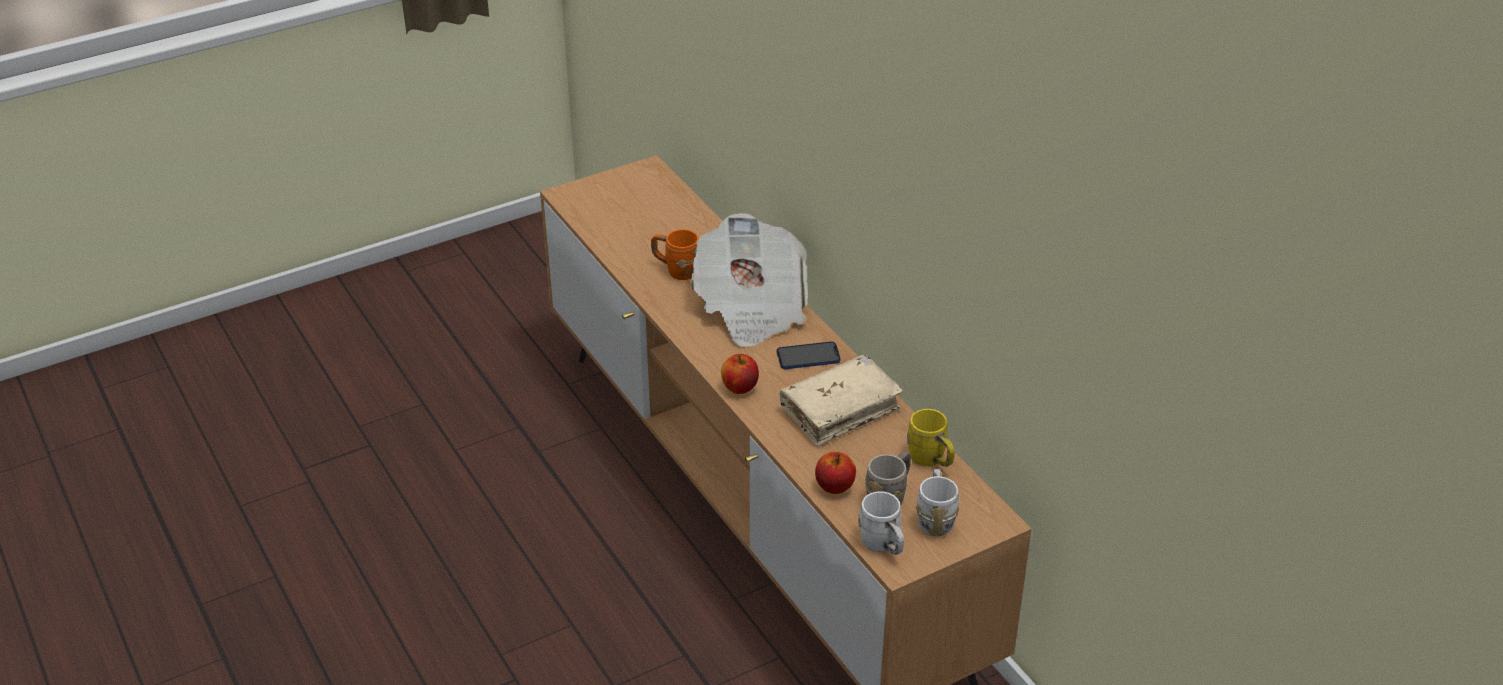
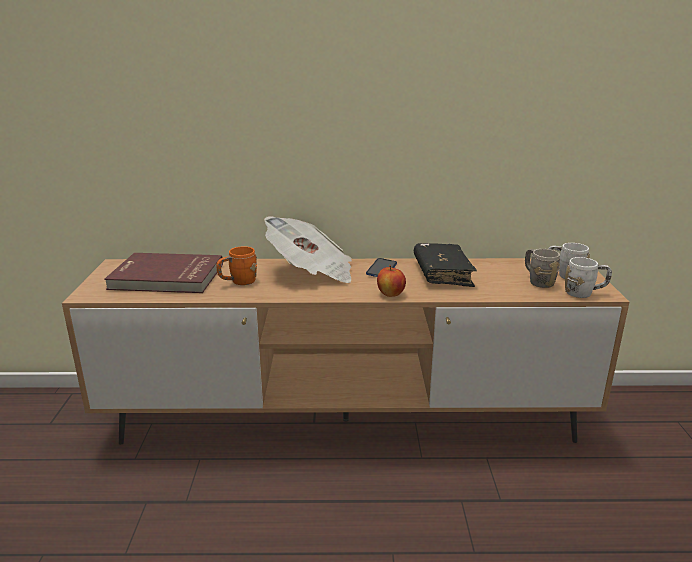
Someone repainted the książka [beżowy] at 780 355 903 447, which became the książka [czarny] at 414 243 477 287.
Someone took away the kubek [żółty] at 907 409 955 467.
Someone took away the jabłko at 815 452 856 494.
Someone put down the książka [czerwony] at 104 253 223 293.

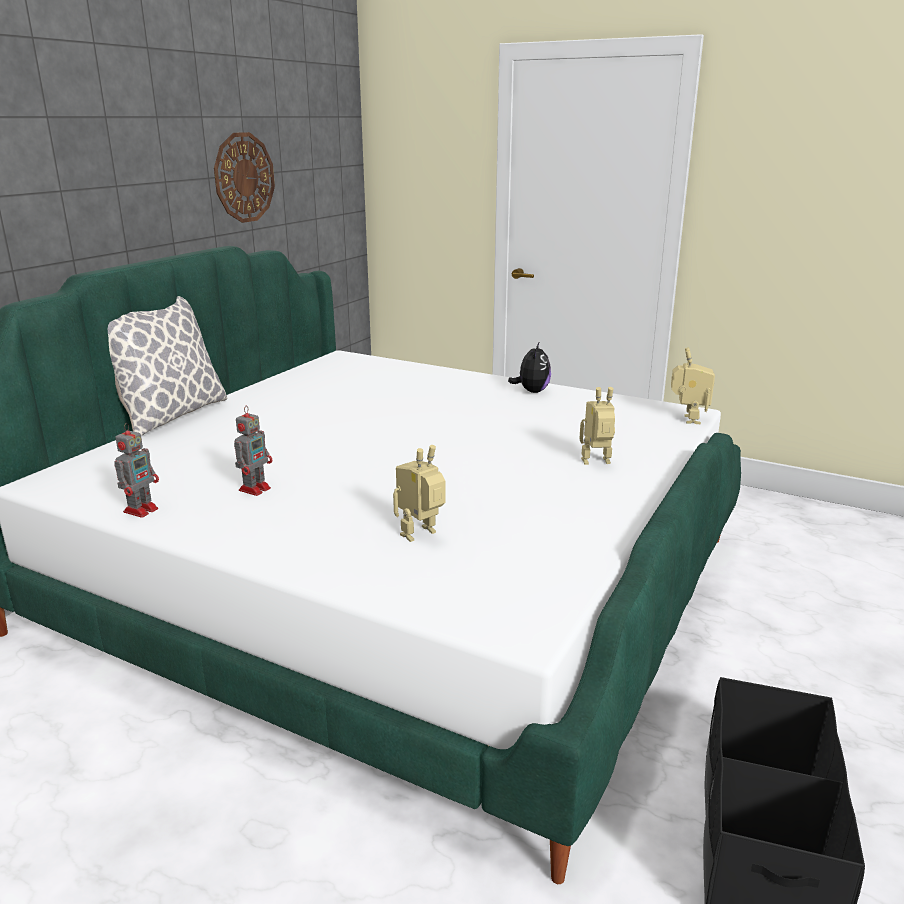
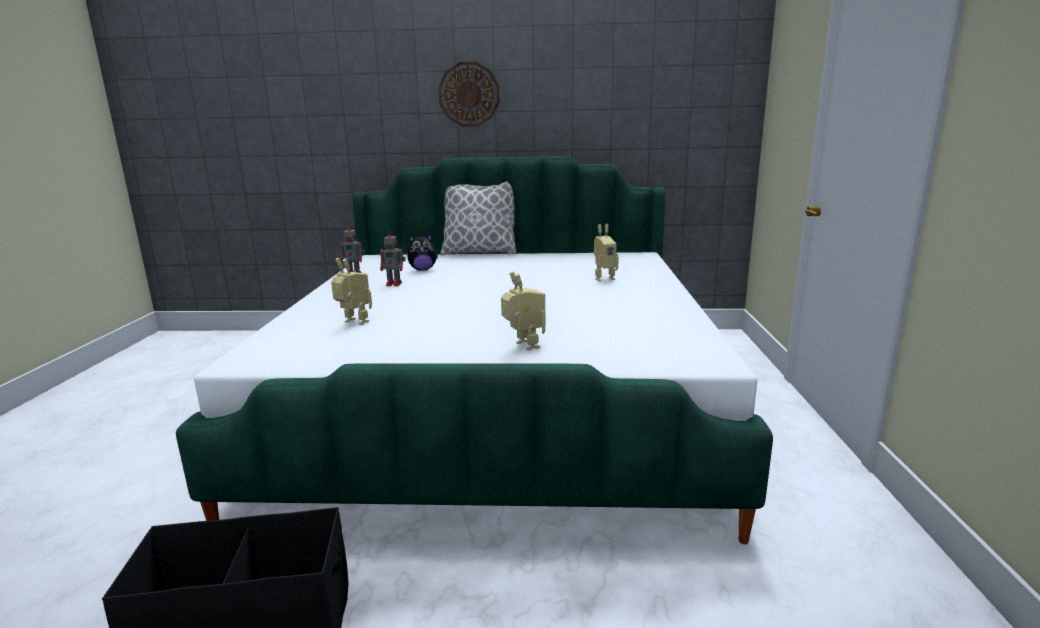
Someone carried the zegar ścienny from 214 132 275 223 to 438 62 500 127.
Someone carried the pluszak from 508 343 551 393 to 407 234 438 270.
Someone carried the robot zabawkowy from 671 348 715 424 to 594 224 619 281.

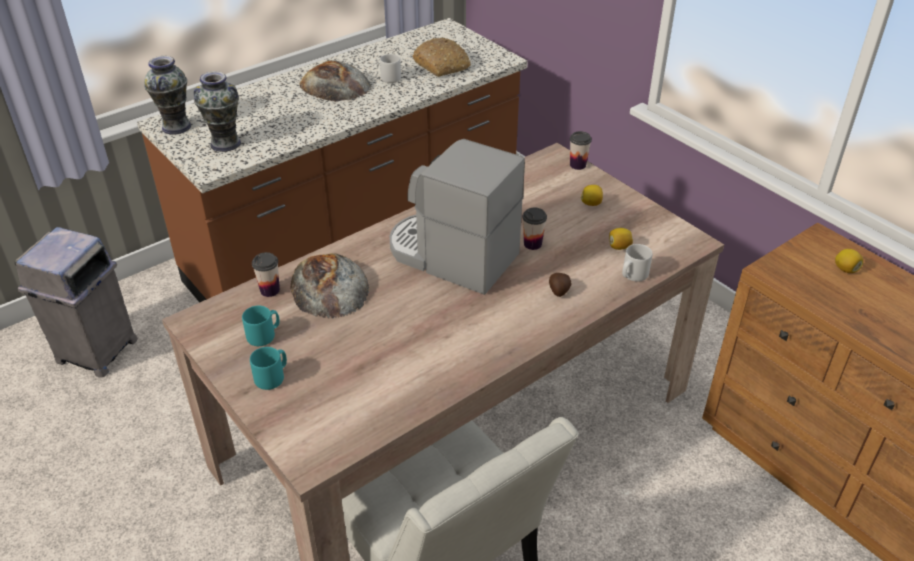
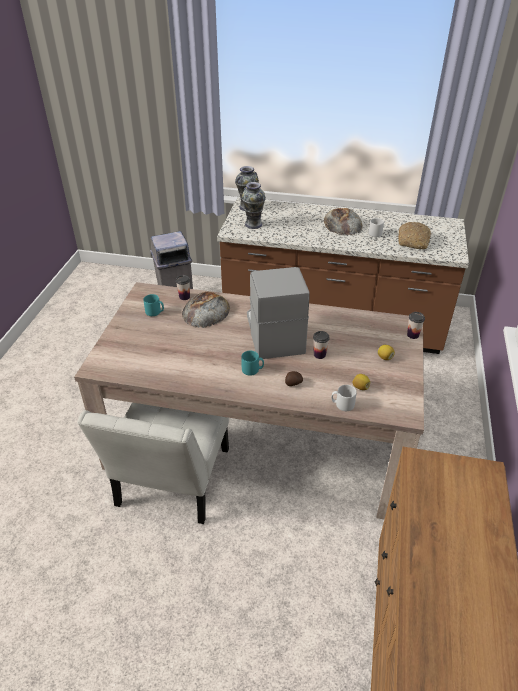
Someone took away the cytryna at 835 249 863 273.
Someone carried the kubek [turkusowy] from 250 347 287 390 to 241 351 264 376.

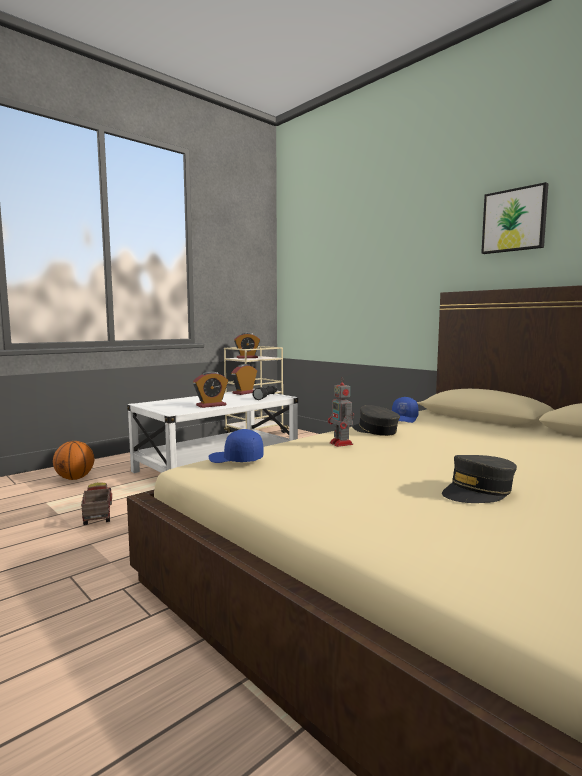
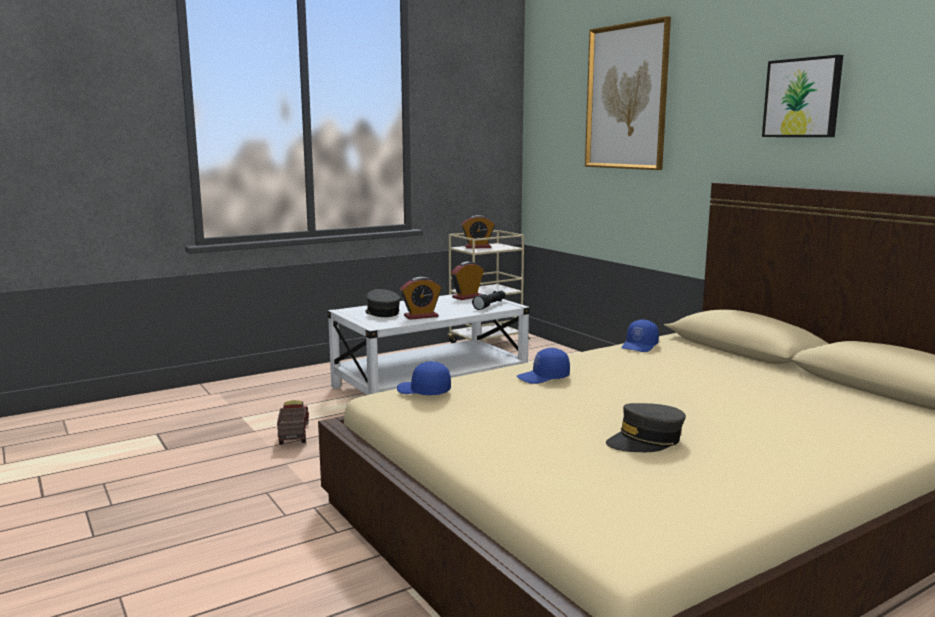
Someone swapped the robot zabawkowy at 328 377 354 447 for the czapka z daszkiem [niebieski] at 517 348 570 384.
Someone carried the czapka z daszkiem [szary] from 352 405 400 436 to 365 289 400 317.
Someone took away the piłka do koszykówki at 53 441 94 480.
Someone put up the obraz at 585 16 671 170.

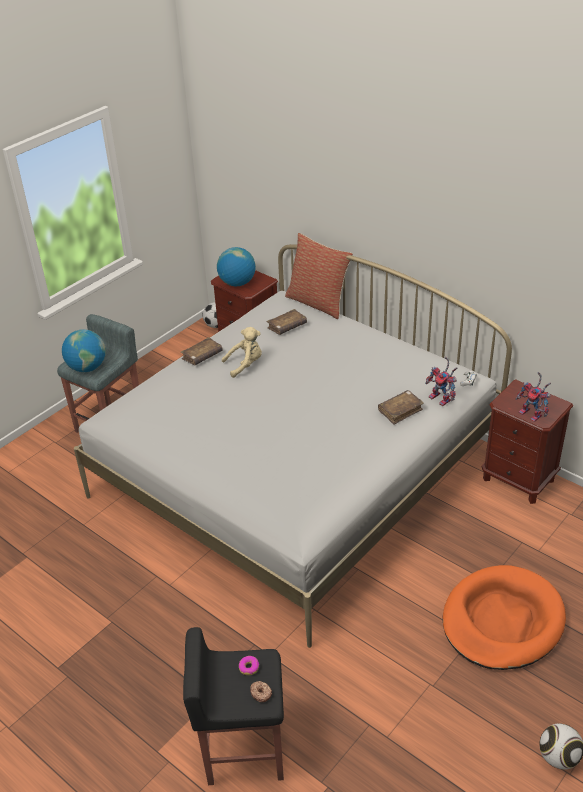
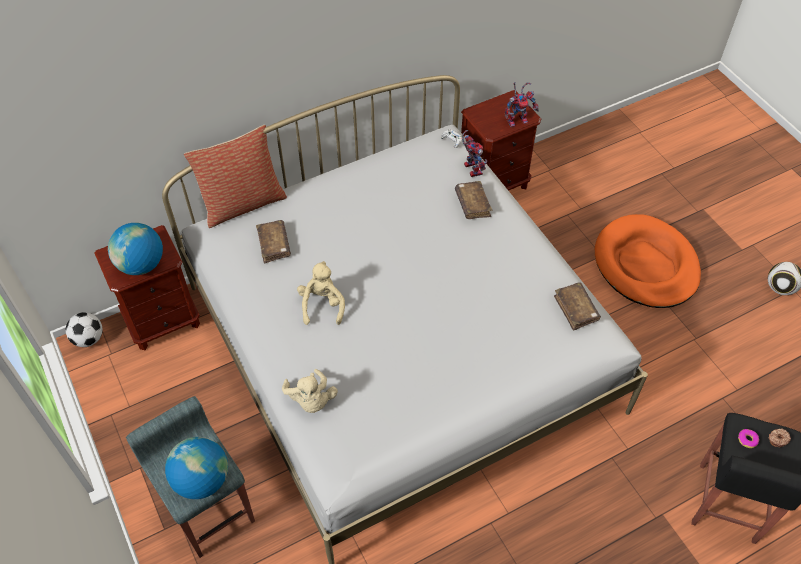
Someone carried the książka [brązowy] from 180 337 223 365 to 554 282 601 331.
Someone rotated the robot zabawkowy at 425 357 457 406 by 90 degrees counterclockwise.
Someone put down the pluszak [beżowy] at 282 369 338 413.

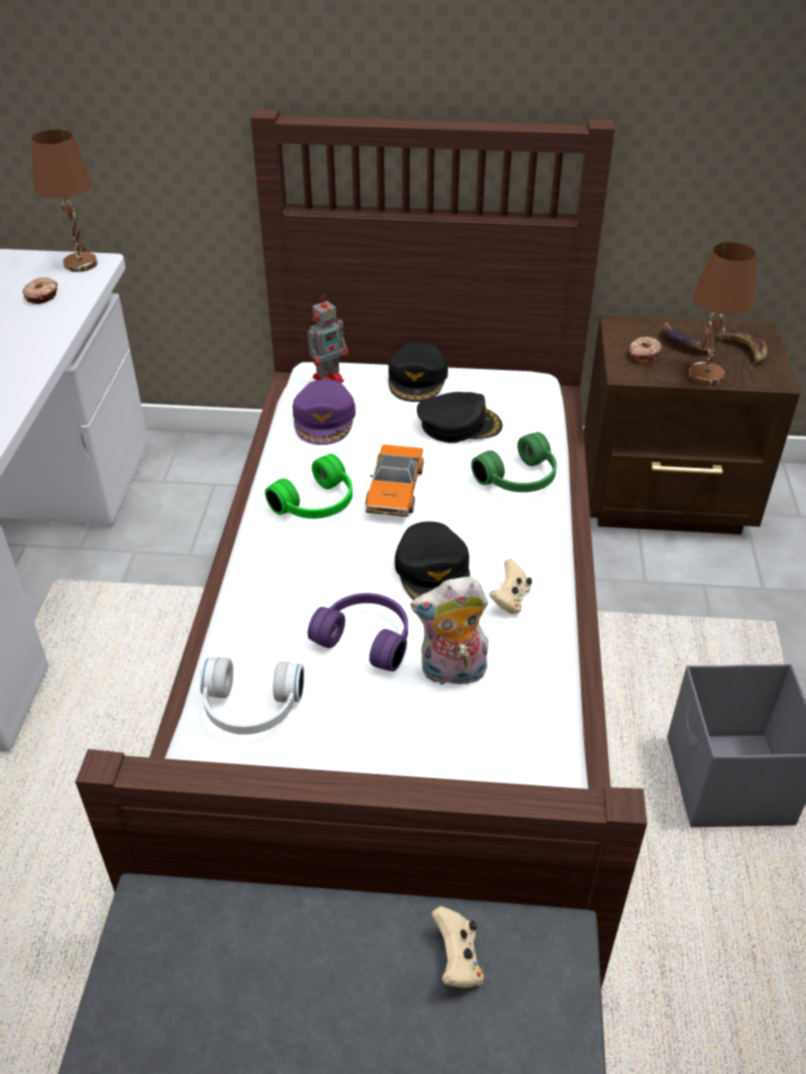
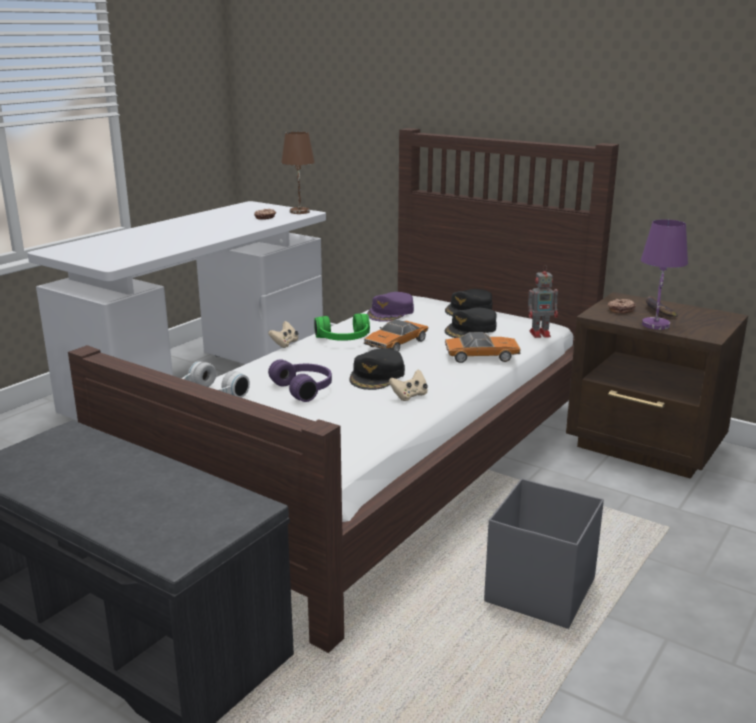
Someone repainted the lampa stołowa [brązowy] at 689 242 757 385, which became the lampa stołowa [fioletowy] at 641 219 688 330.
Someone carried the robot zabawkowy from 308 295 349 383 to 528 265 558 338.
Someone took away the banan at 715 329 768 370.
Someone rotated the czapka z daszkiem [czarny] at 417 392 502 443 by 105 degrees clockwise.
Someone swapped the słuchawki [zielony] at 471 432 557 492 for the samochodzik at 445 332 521 363.
Someone took away the pluszak at 410 577 488 685.
Someone carried the pad do gier [beżowy] from 432 906 484 988 to 268 321 299 348.

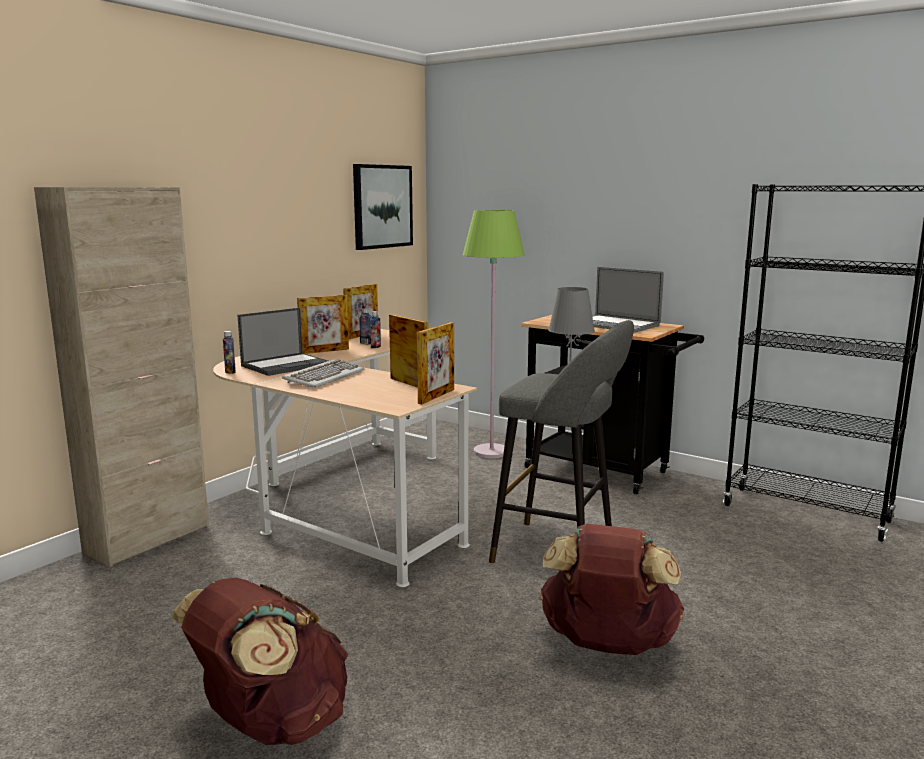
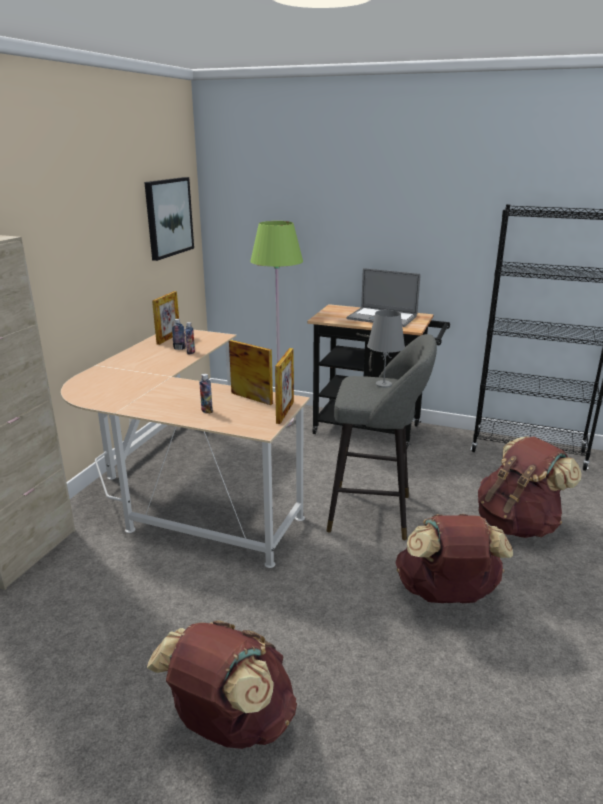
Someone took away the ramka na zdjęcie at 297 295 349 354.
Someone took away the laptop at 237 308 328 376.
Someone carried the butelka from 223 331 236 374 to 199 374 213 414.
Someone took away the klawiatura at 282 359 365 388.
Someone put down the plecak [brązowy] at 478 436 582 538.

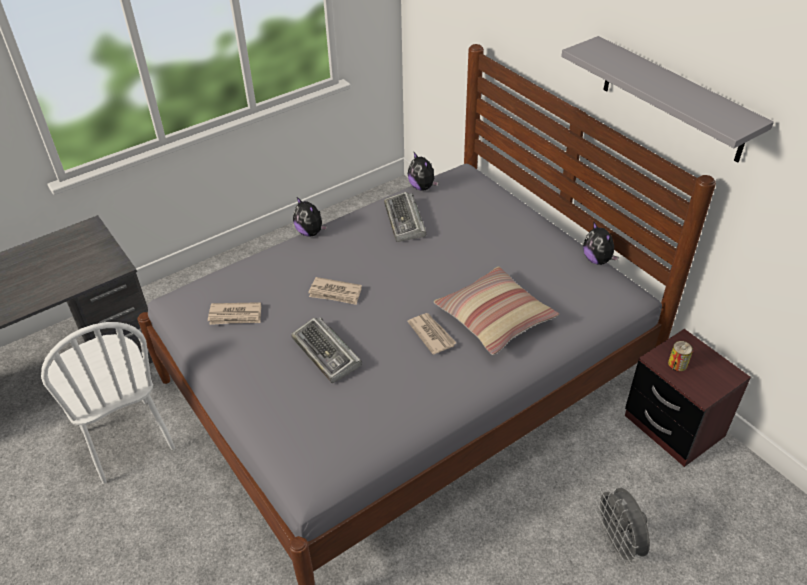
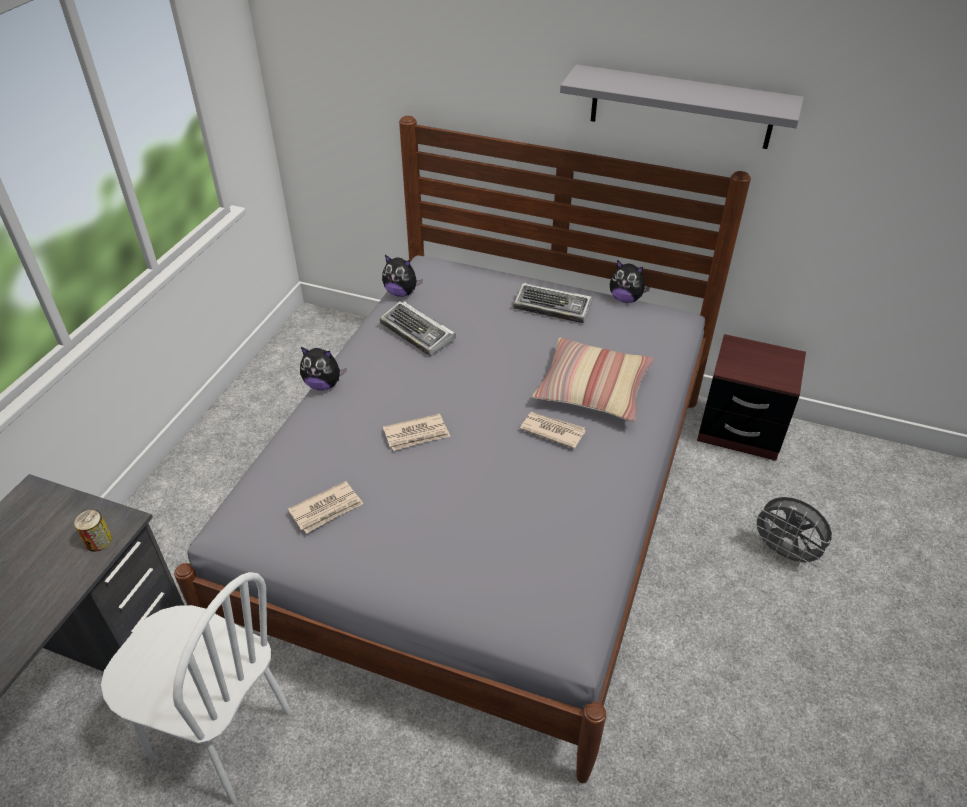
Someone carried the klawiatura from 291 317 362 383 to 514 283 593 323.
Someone carried the puszka from 668 341 693 372 to 74 510 112 552.

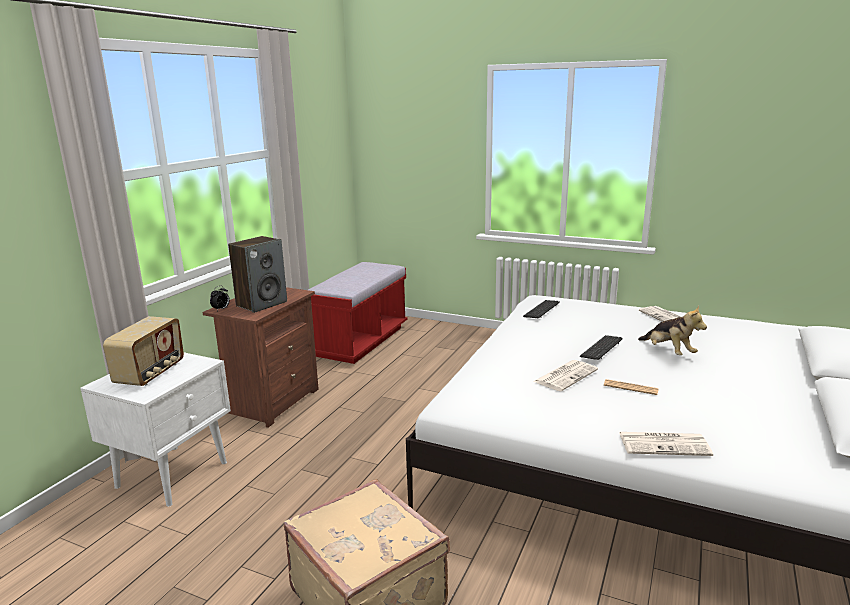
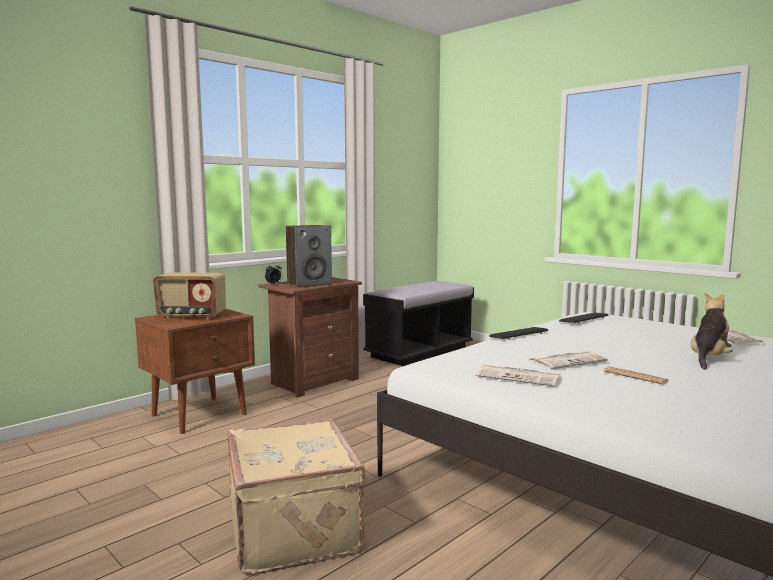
Someone repainted the ławka [czerwony] at 308 262 407 364, which became the ławka [czarny] at 363 281 474 366.
Someone rotated the pluszak at 638 306 707 355 by 135 degrees counterclockwise.
Someone rotated the radio at 103 316 184 386 by 60 degrees clockwise.
Someone carried the klawiatura from 580 335 623 360 to 489 327 548 340.
Someone repainted the szafka nocna [biały] at 80 352 231 507, which became the szafka nocna [brązowy] at 135 309 255 434.
Someone carried the gazeta from 619 432 713 456 to 476 364 561 386.

